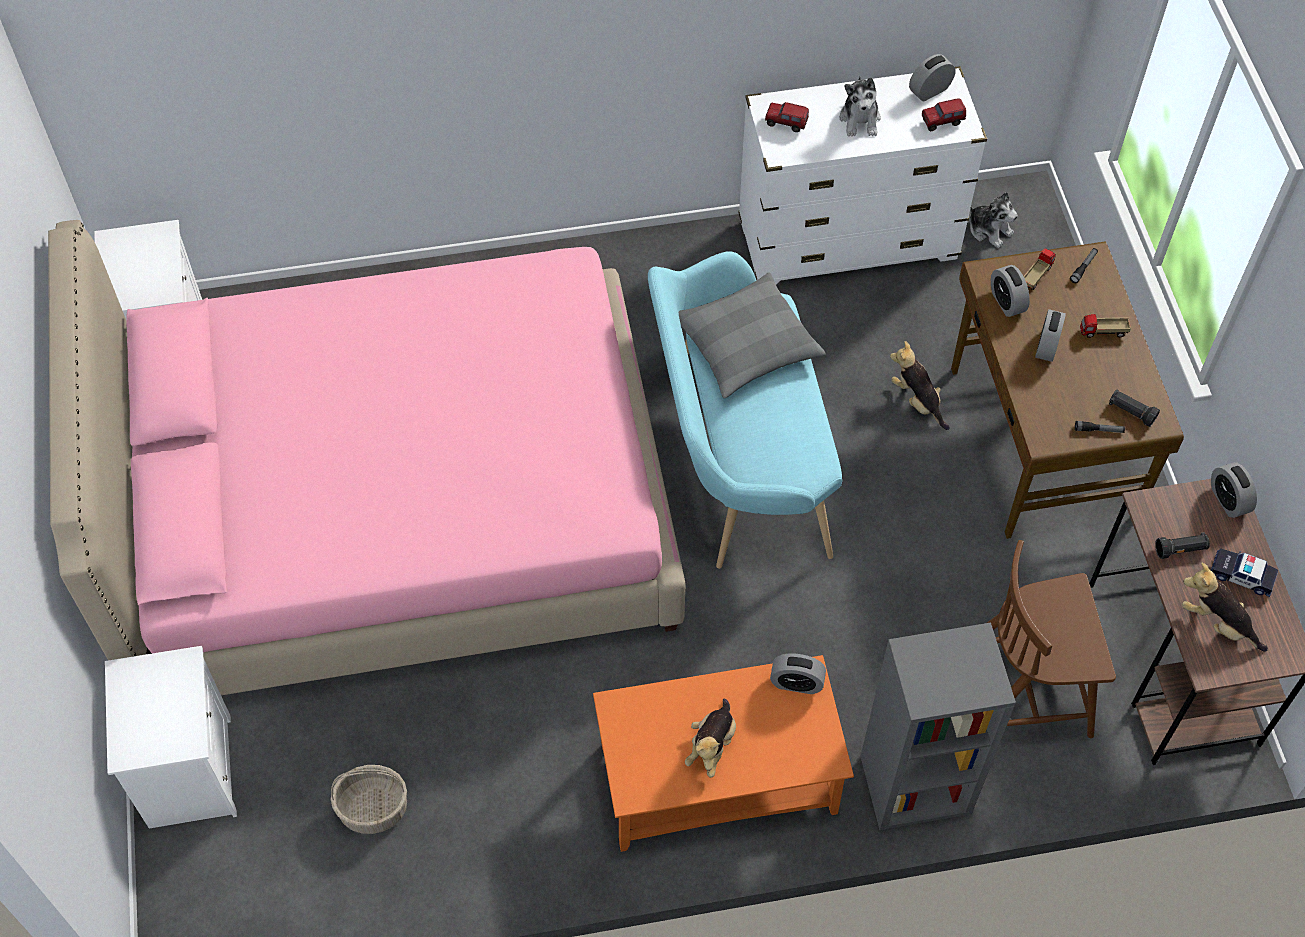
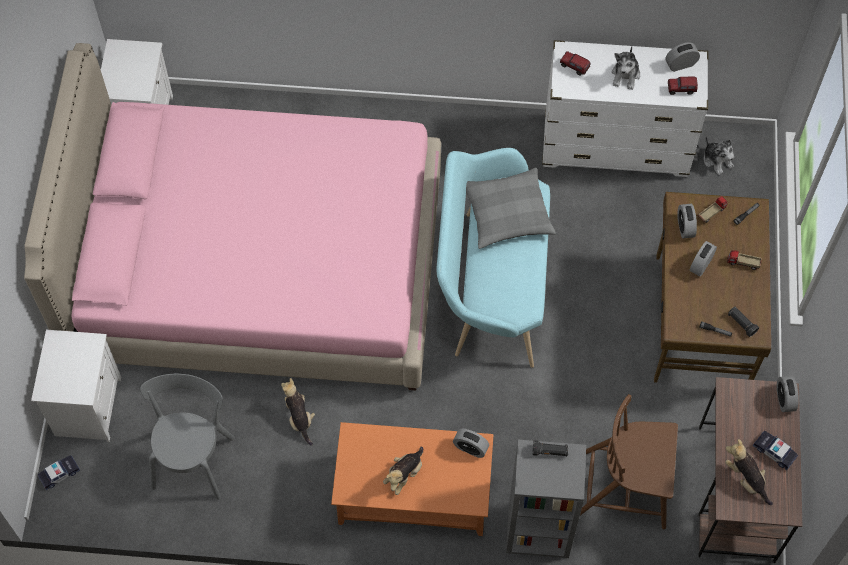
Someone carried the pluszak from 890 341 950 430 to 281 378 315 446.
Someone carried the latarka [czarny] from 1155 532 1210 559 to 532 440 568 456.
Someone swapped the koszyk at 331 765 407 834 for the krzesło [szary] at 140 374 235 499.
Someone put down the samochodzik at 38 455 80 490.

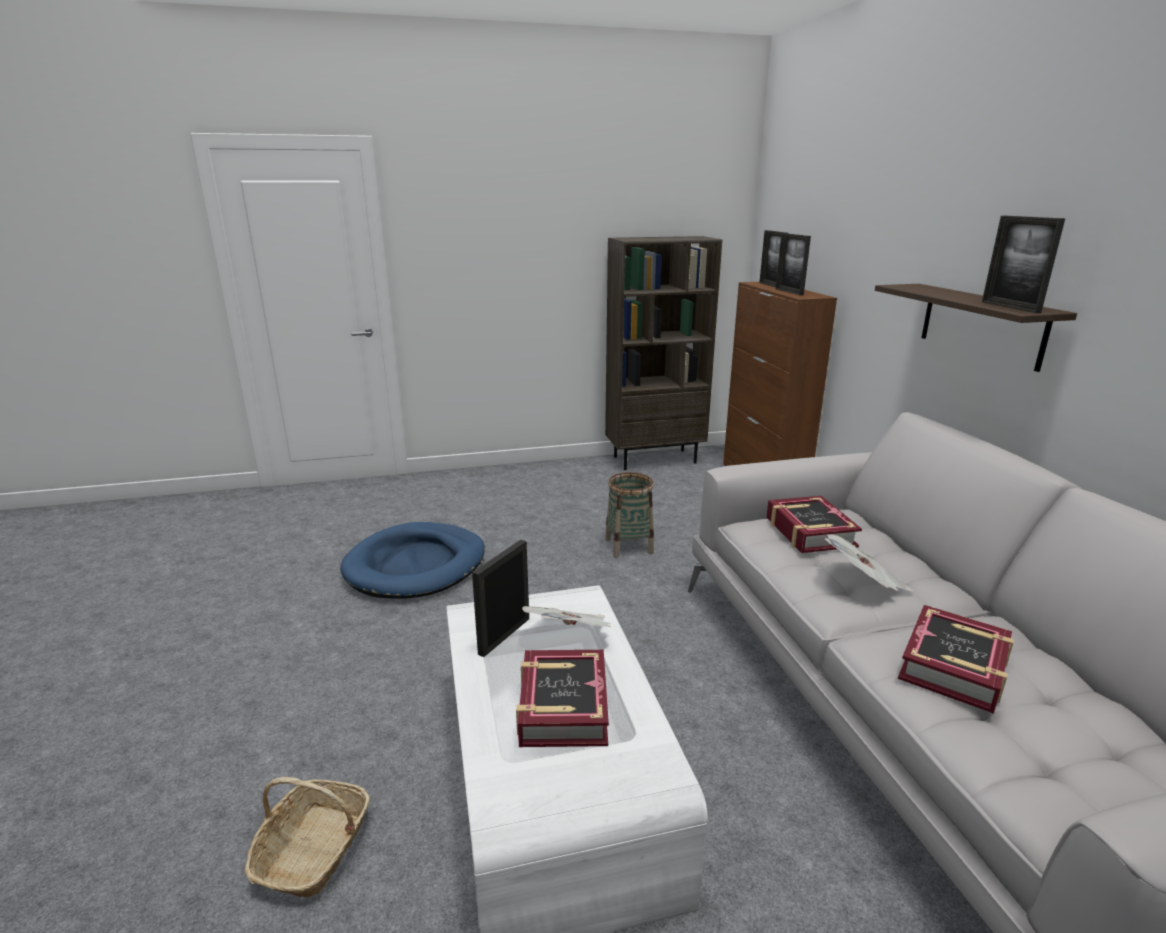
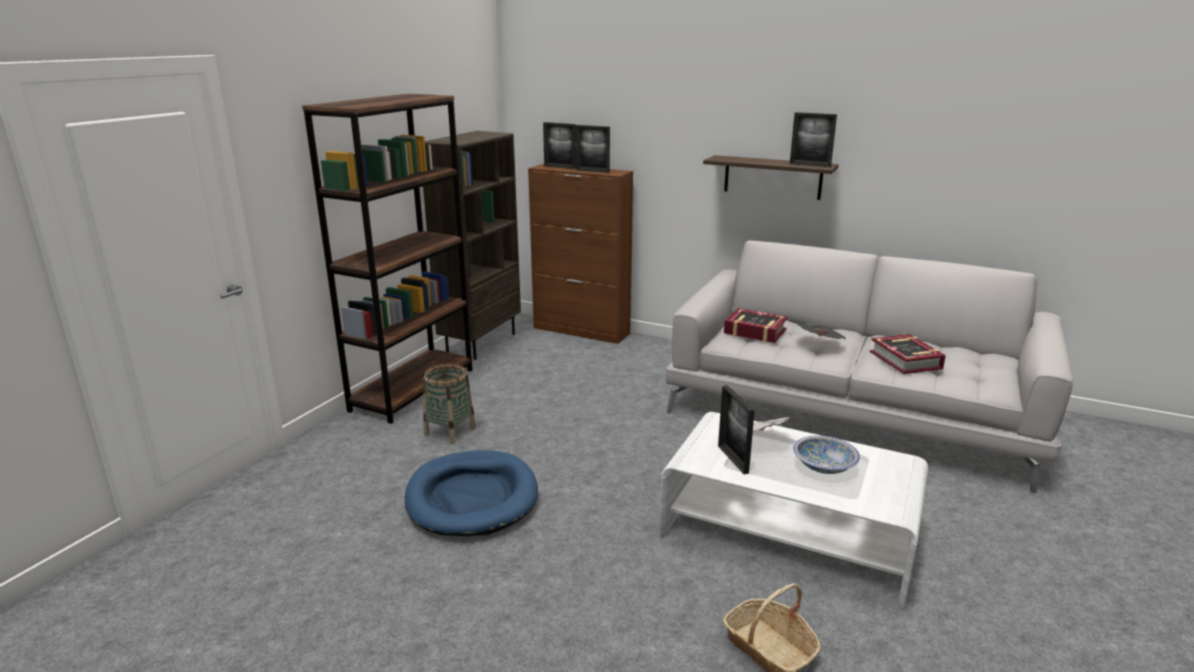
Someone carried the koszyk from 605 472 654 558 to 423 363 476 444.
Someone swapped the książka at 516 650 609 747 for the miska at 793 435 860 474.
Someone put down the regał [brązowy] at 302 94 472 424.

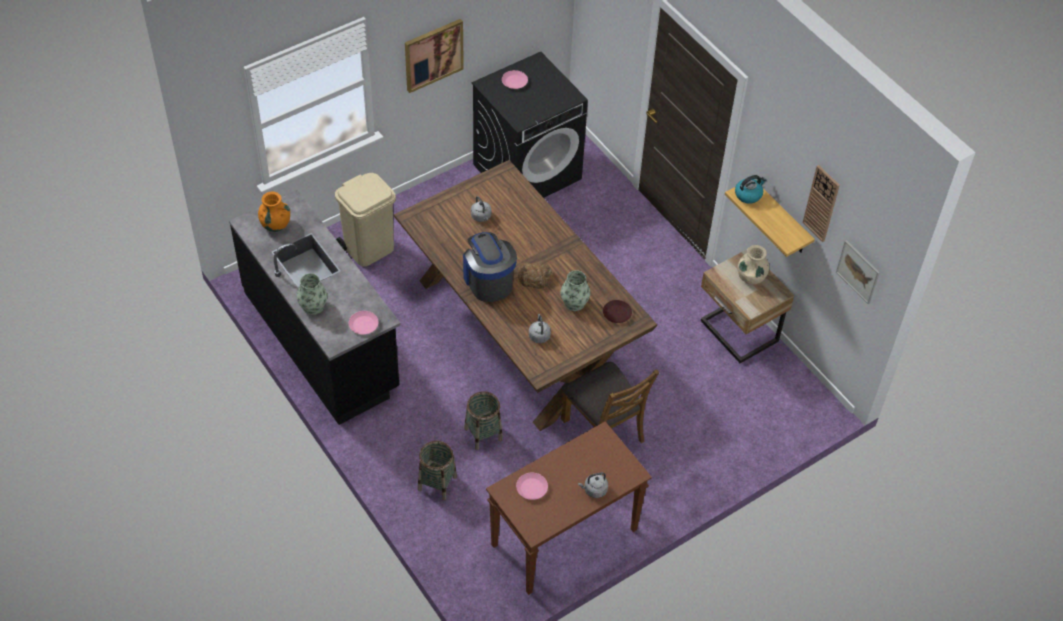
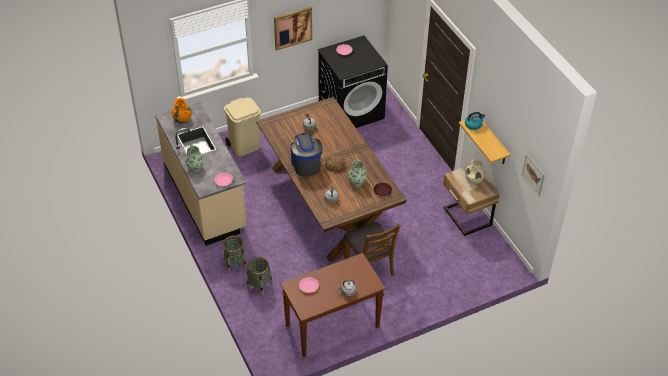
Someone took away the zegar ścienny at 803 165 840 242.
Someone repainted the zabudowa kuchenna [czarny] at 229 190 401 425, which became the zabudowa kuchenna [beżowy] at 155 101 247 246.
Someone carried the koszyk from 464 391 503 450 to 223 235 247 273.

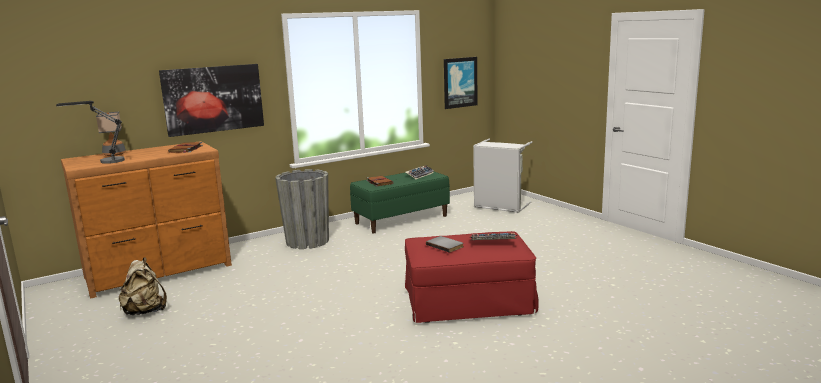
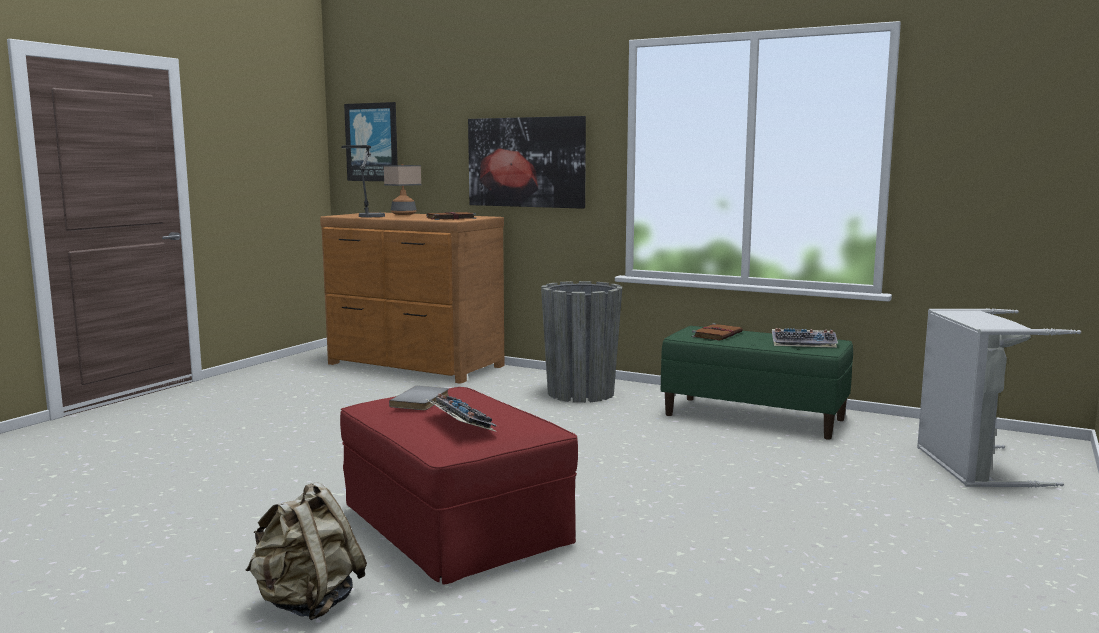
Someone carried the obraz from 444 57 478 109 to 344 102 398 181.
Someone carried the plecak [beżowy] from 119 258 167 315 to 245 482 367 620.

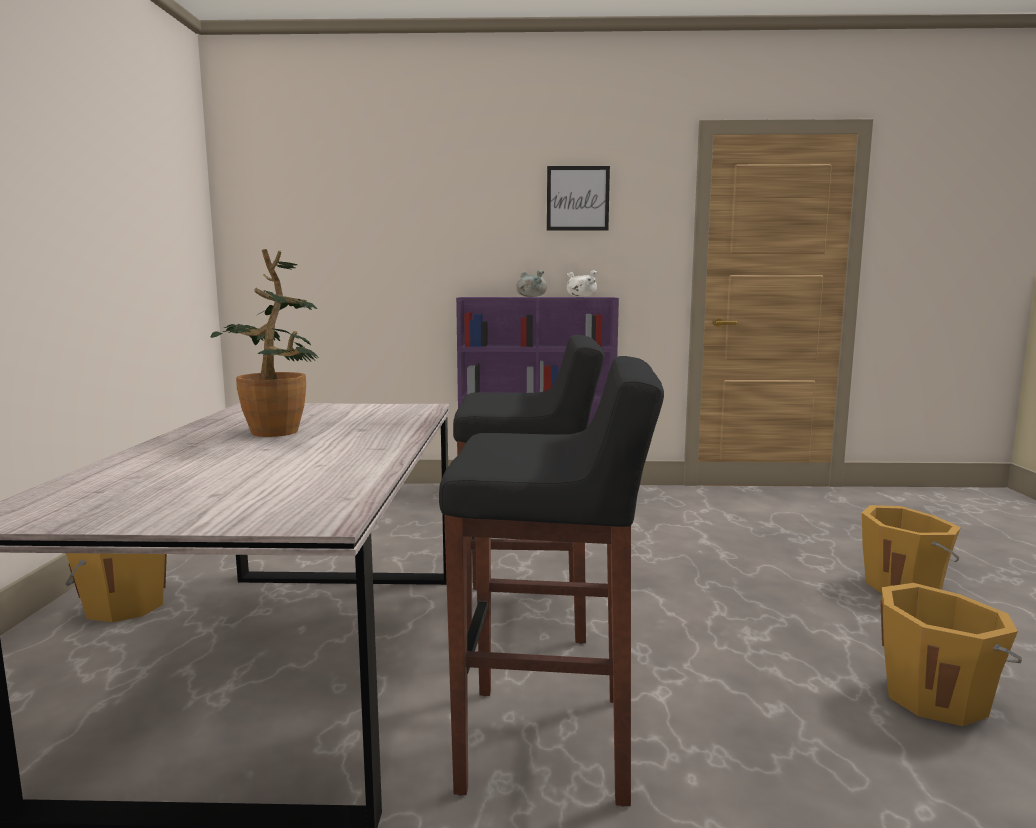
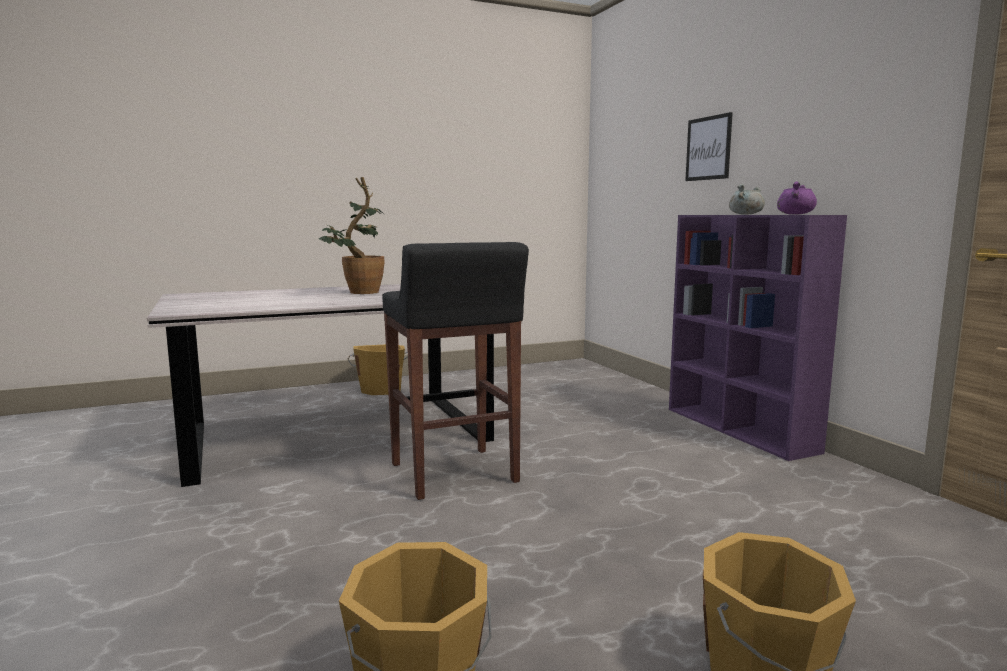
Someone carried the obraz from 547 166 610 230 to 685 112 733 181.
Someone repainted the garnek [biały] at 567 270 598 297, which became the garnek [fioletowy] at 777 181 817 215.
Someone took away the stołek [czarny] at 439 356 664 806.

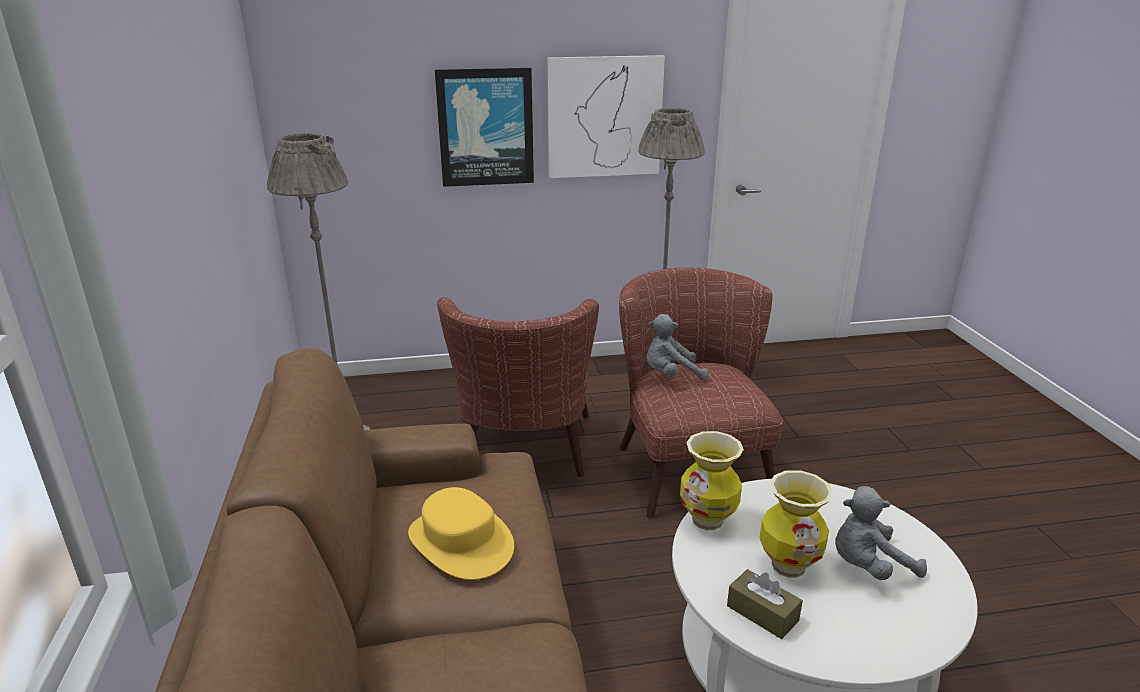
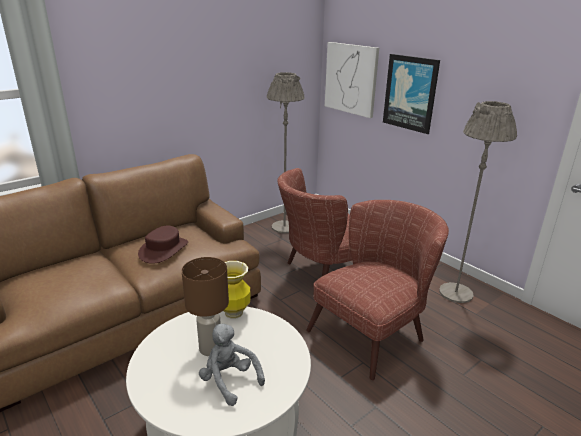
Someone carried the obraz from 547 55 665 178 to 325 42 379 118.
Someone took away the pluszak [szary] at 646 314 709 381.
Someone swapped the wazon at 760 470 833 578 for the lampa stołowa [brązowy] at 182 257 229 356.
Someone repainted the kapelusz [żółty] at 408 487 514 580, which became the kapelusz [brązowy] at 138 226 188 264.
Someone took away the pudełko chusteczek [brązowy] at 727 569 803 639.

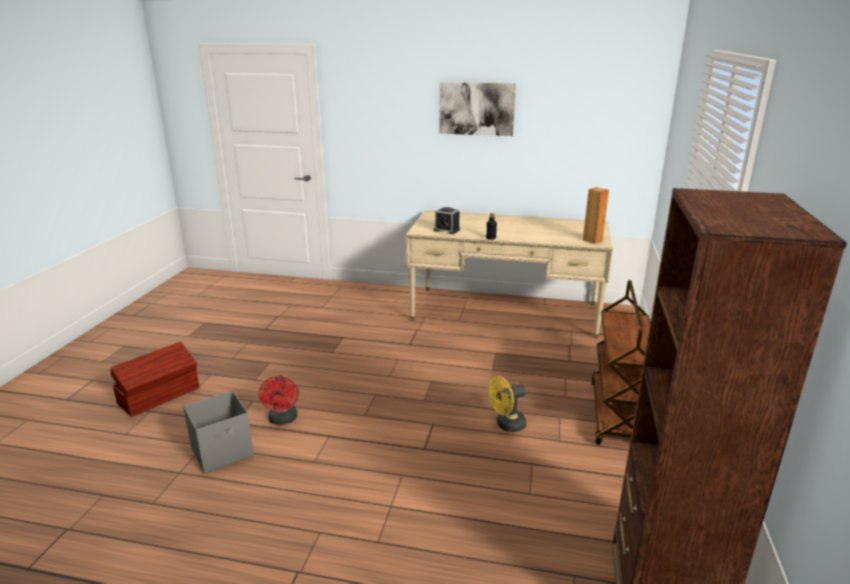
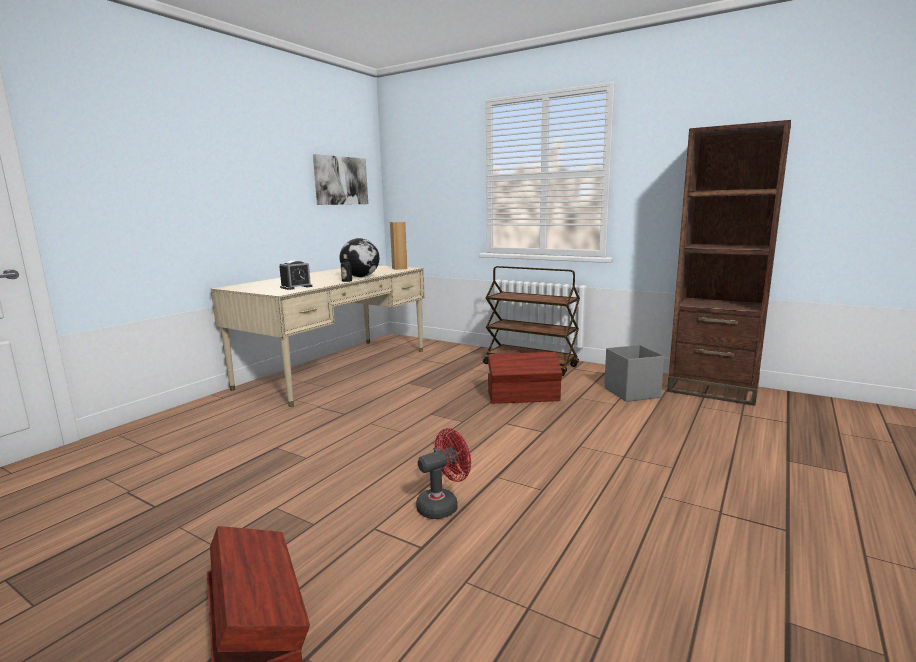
Someone carried the obraz from 439 82 516 136 to 313 154 368 205.
Someone rotated the wentylator [czerwony] at 259 376 299 425 by 45 degrees counterclockwise.
Someone swapped the wentylator [żółty] at 489 376 527 432 for the pojemnik do przechowywania [brązowy] at 488 352 562 404.
Someone carried the pojemnik do przechowywania [szary] from 183 391 254 473 to 604 345 664 402.
Someone put down the globus at 340 238 379 277.

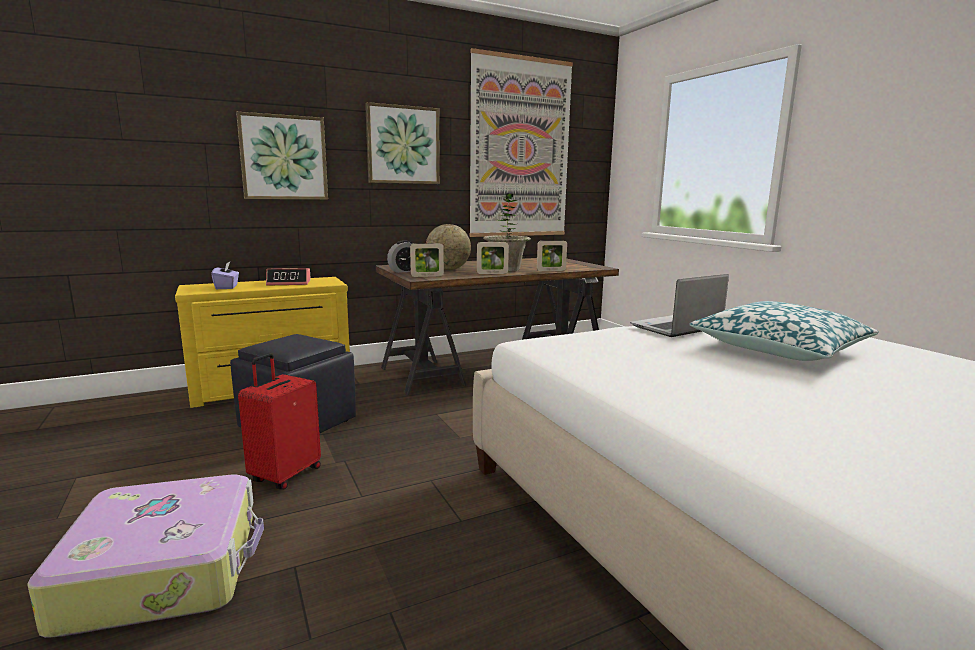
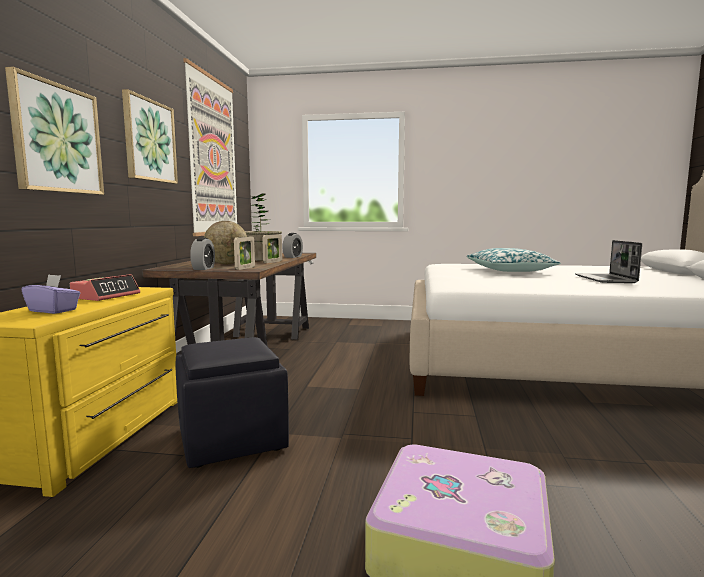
Someone swapped the ramka na zdjęcie at 537 241 567 271 for the budzik at 282 233 303 258.
Someone carried the laptop from 630 274 729 337 to 575 240 642 283.
Someone took away the walizka [czerwony] at 238 353 321 490.

